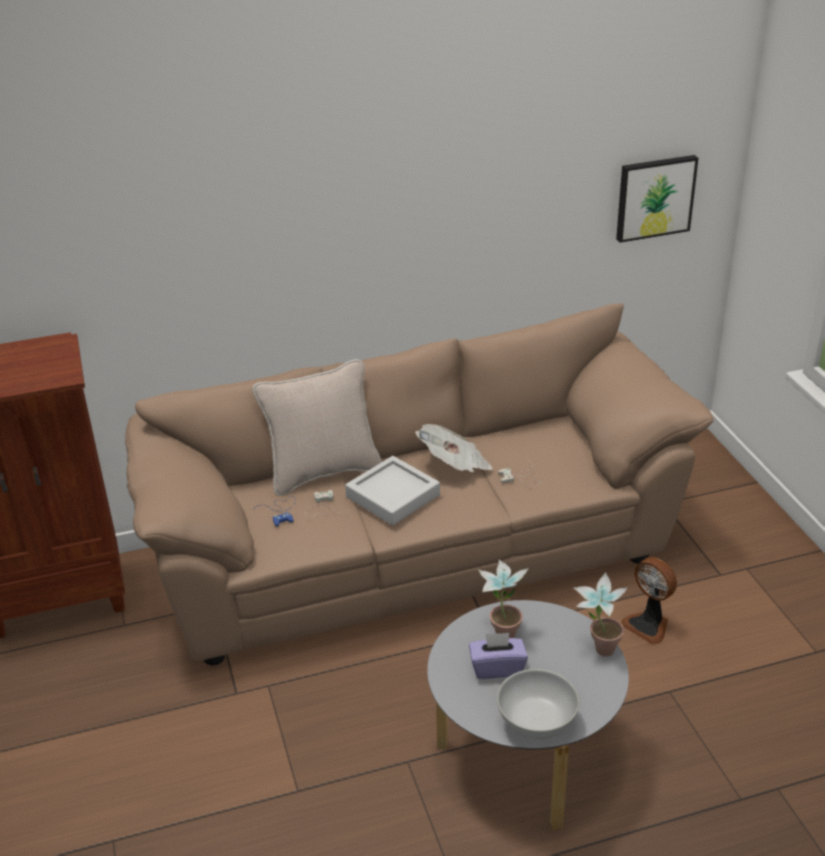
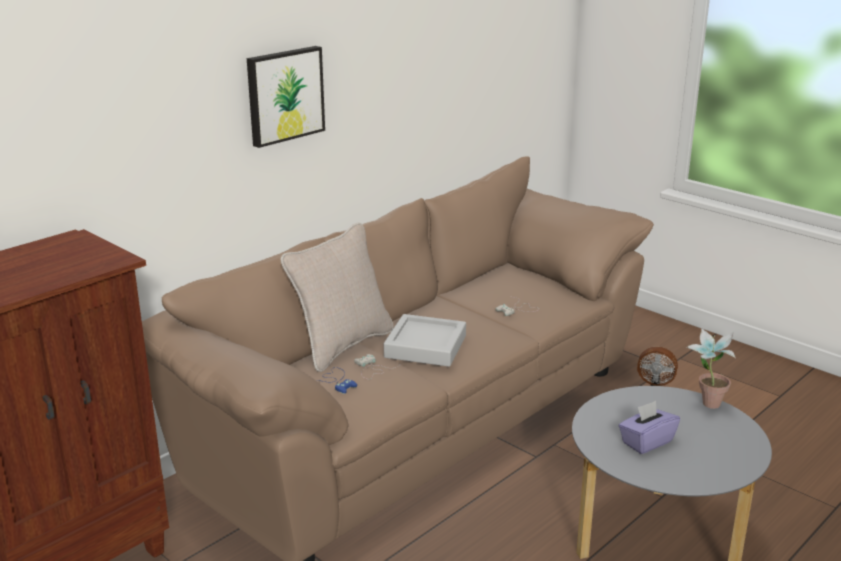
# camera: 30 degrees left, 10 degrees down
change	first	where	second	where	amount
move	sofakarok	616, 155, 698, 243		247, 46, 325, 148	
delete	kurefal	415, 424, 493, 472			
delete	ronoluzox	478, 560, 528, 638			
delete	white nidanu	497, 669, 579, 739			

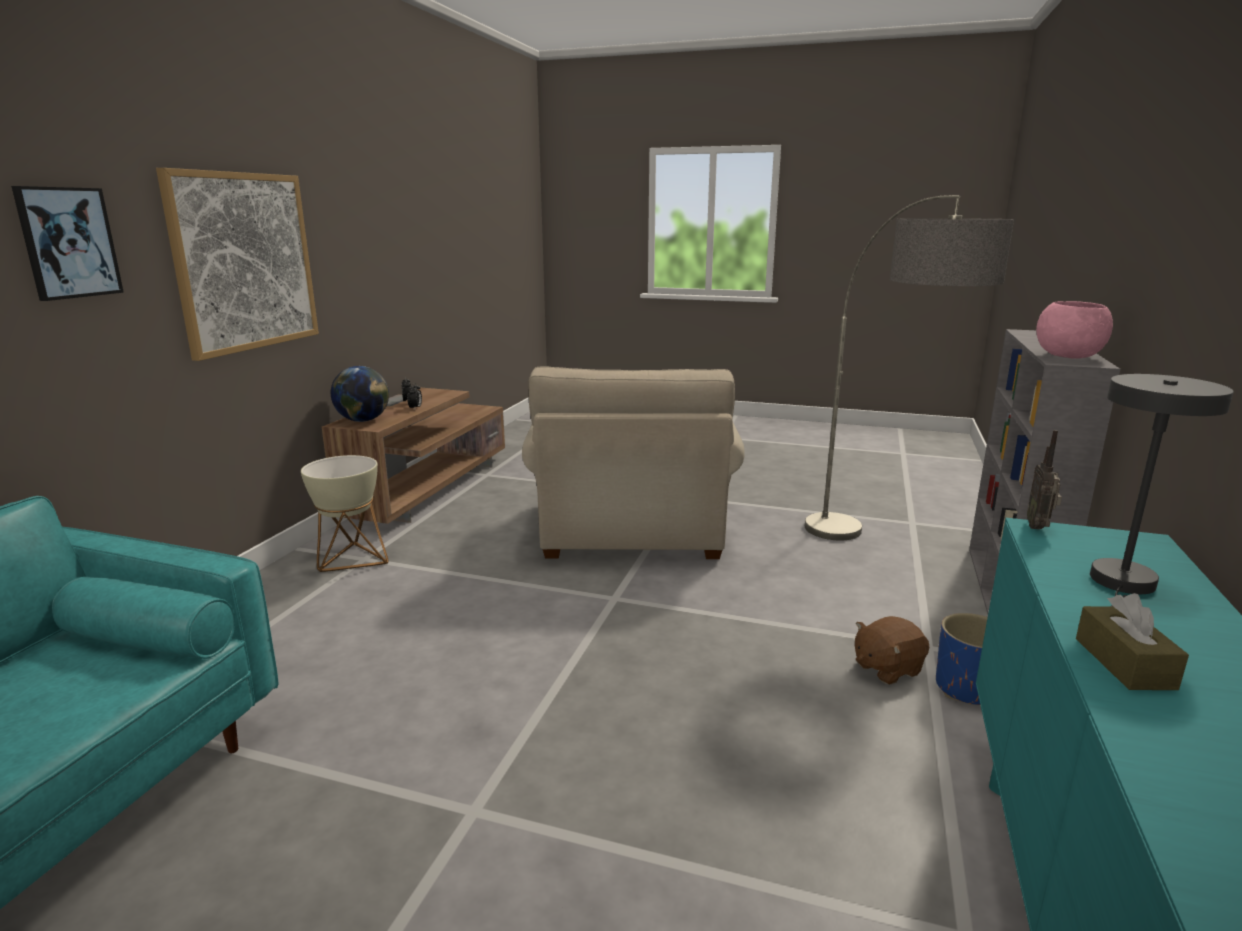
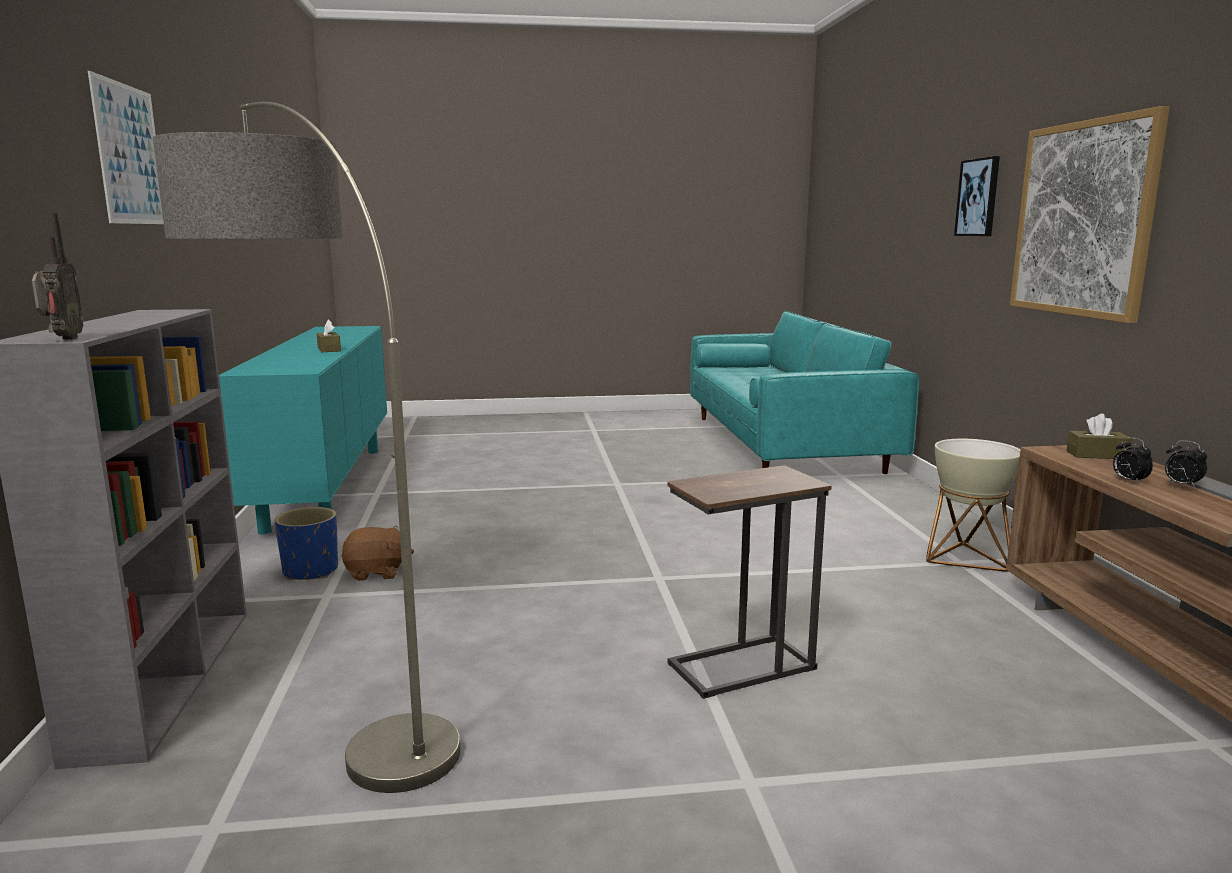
# camera: 155 degrees right, 5 degrees down
change	first	where	second	where	amount
delete	pink nidanu	1036, 301, 1113, 359			
replace	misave	331, 366, 389, 422	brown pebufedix	1066, 414, 1132, 459	
replace	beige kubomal	522, 366, 745, 559	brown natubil	667, 465, 832, 699	
delete	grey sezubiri	1090, 374, 1234, 606			
move	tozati	1027, 430, 1062, 529		32, 213, 83, 339	
rotate	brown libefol	855, 616, 929, 685		342, 526, 414, 581	45 degrees clockwise
insert			sofakarok	88, 71, 164, 224	

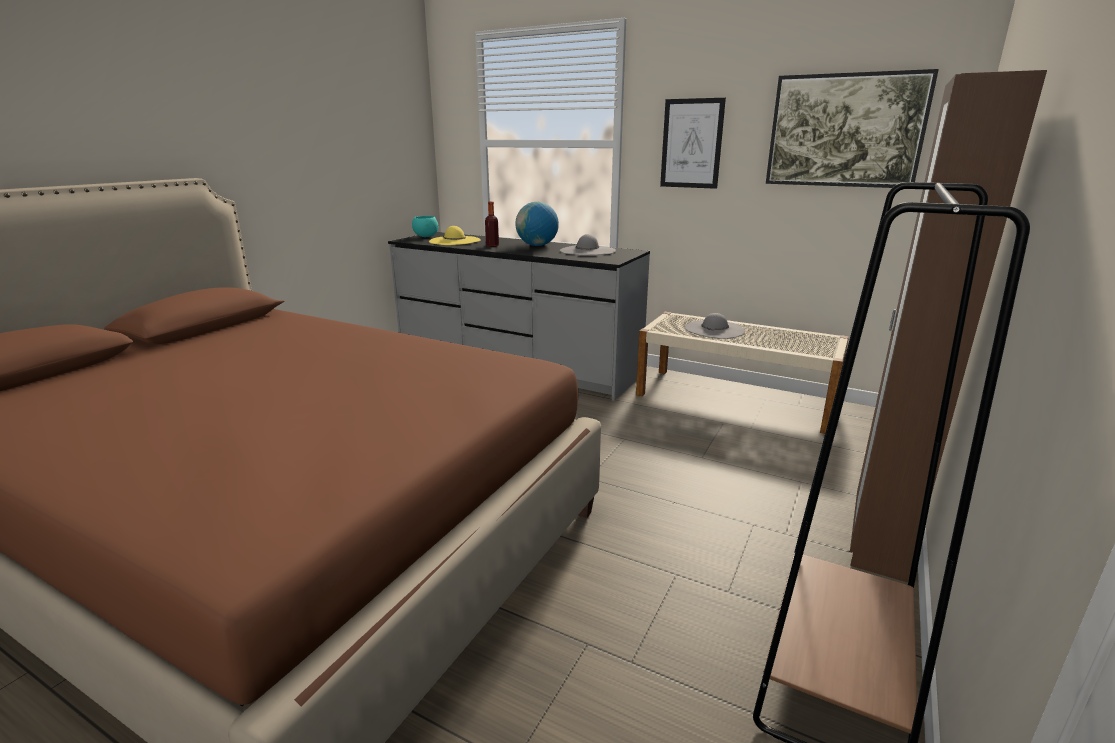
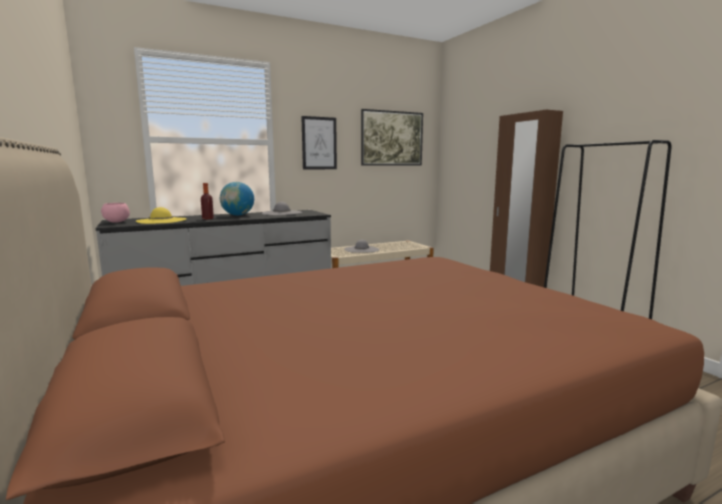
# camera: 55 degrees left, 10 degrees down
change	first	where	second	where	amount
recolor	turquoise nidanu	412, 216, 438, 237	pink nidanu	101, 203, 130, 223	

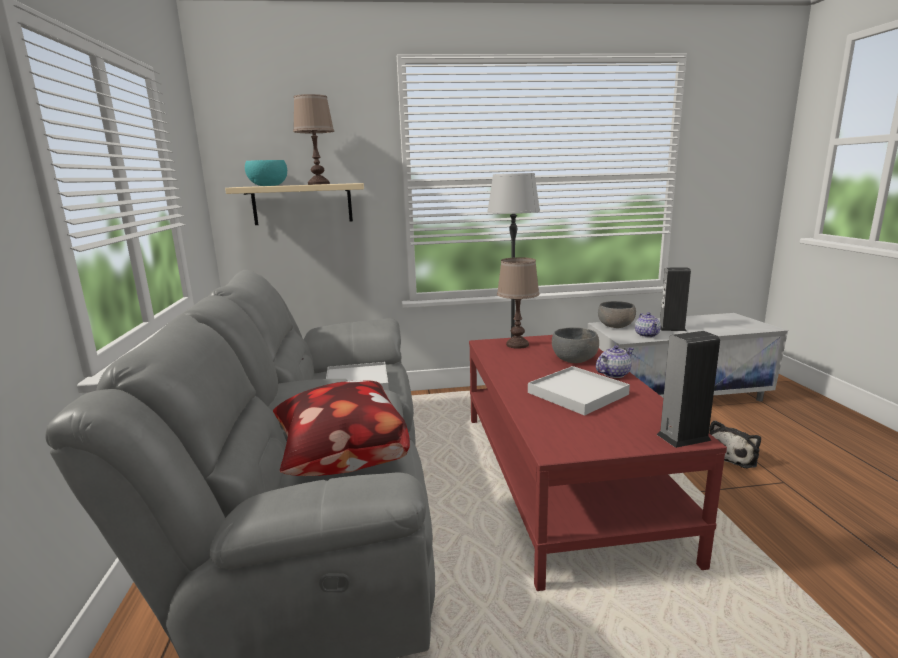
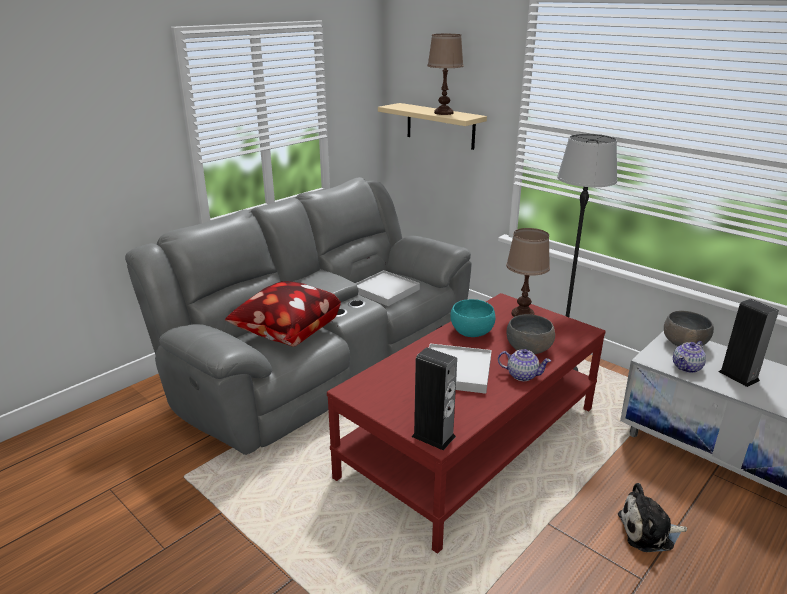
# camera: 50 degrees right, 10 degrees up
change	first	where	second	where	amount
move	turquoise nidanu	245, 160, 287, 186		450, 299, 495, 337	

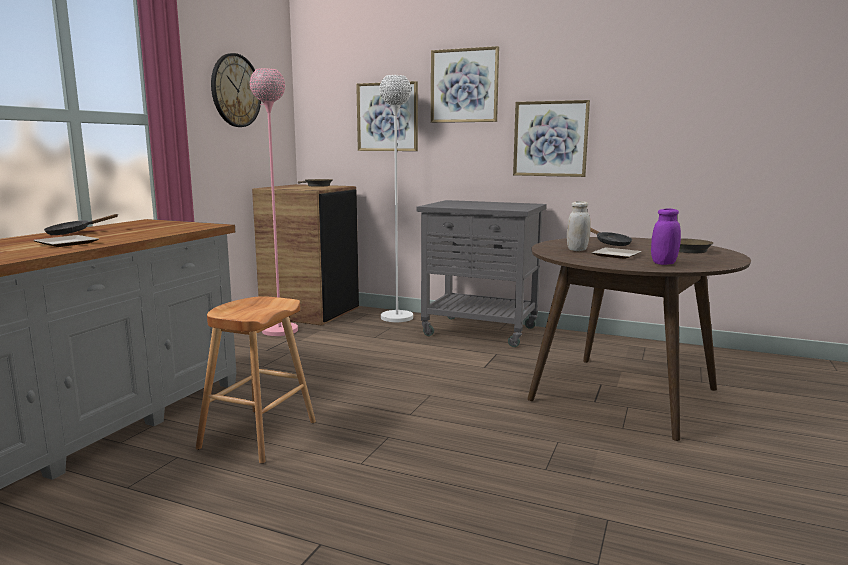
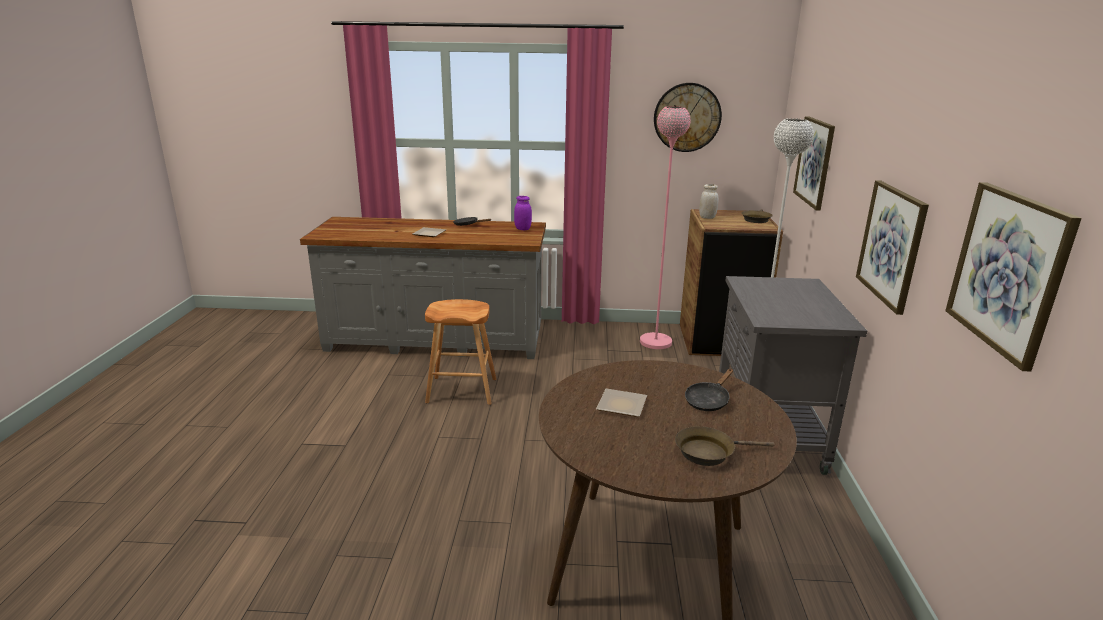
# camera: 70 degrees right, 10 degrees up
change	first	where	second	where	amount
move	sofakarok	431, 46, 499, 123		945, 182, 1082, 371	
move	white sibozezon	567, 201, 591, 251		699, 184, 718, 219	
move	purple sibozezon	651, 209, 681, 265		514, 196, 532, 230	

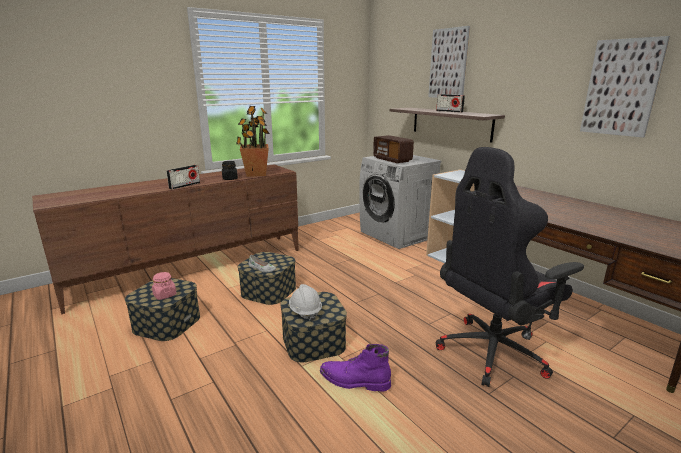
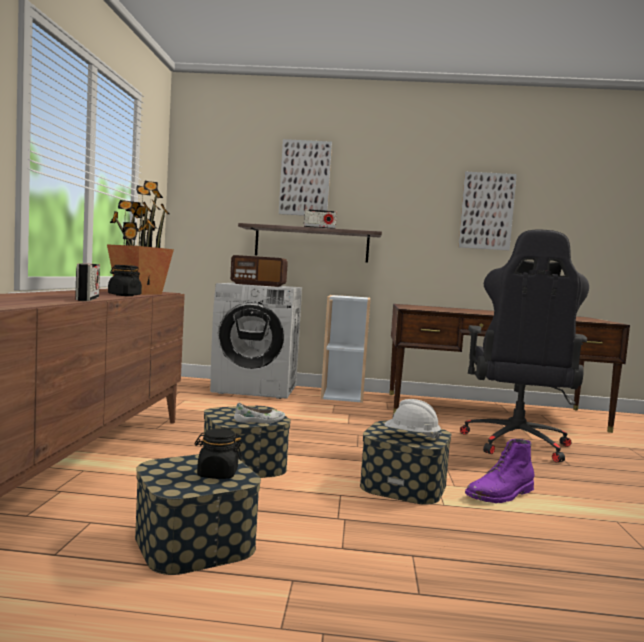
# camera: 50 degrees left, 15 degrees down
change	first	where	second	where	amount
recolor	pink sibozezon	152, 272, 176, 300	black sibozezon	194, 428, 243, 479	

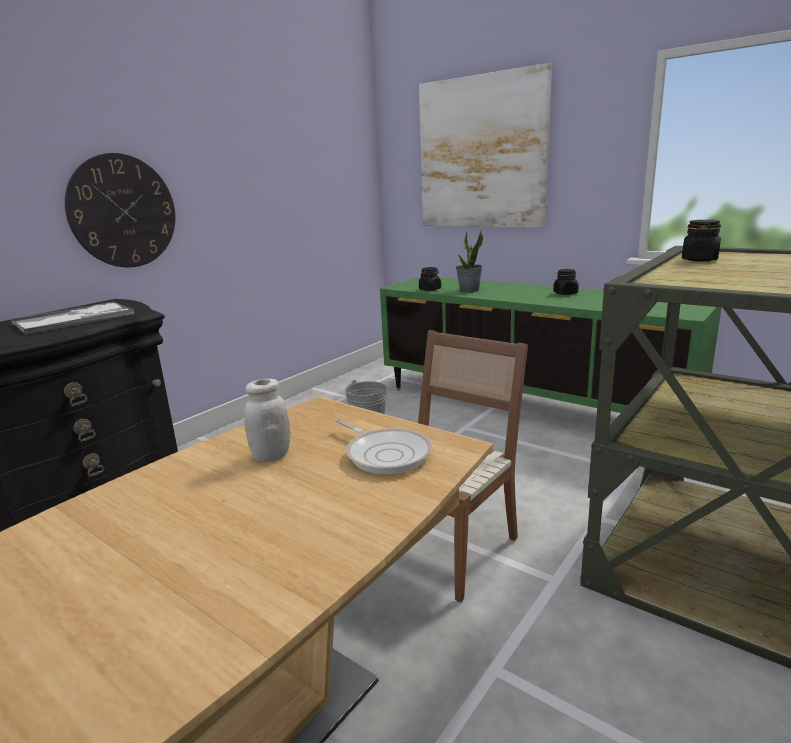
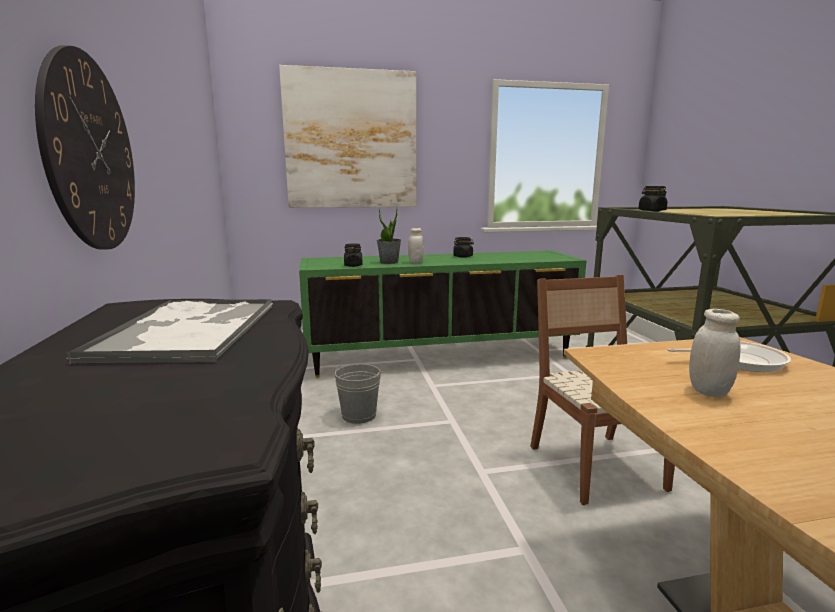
# camera: 50 degrees left, 5 degrees down
change	first	where	second	where	amount
insert			white sibozezon	408, 228, 424, 264	

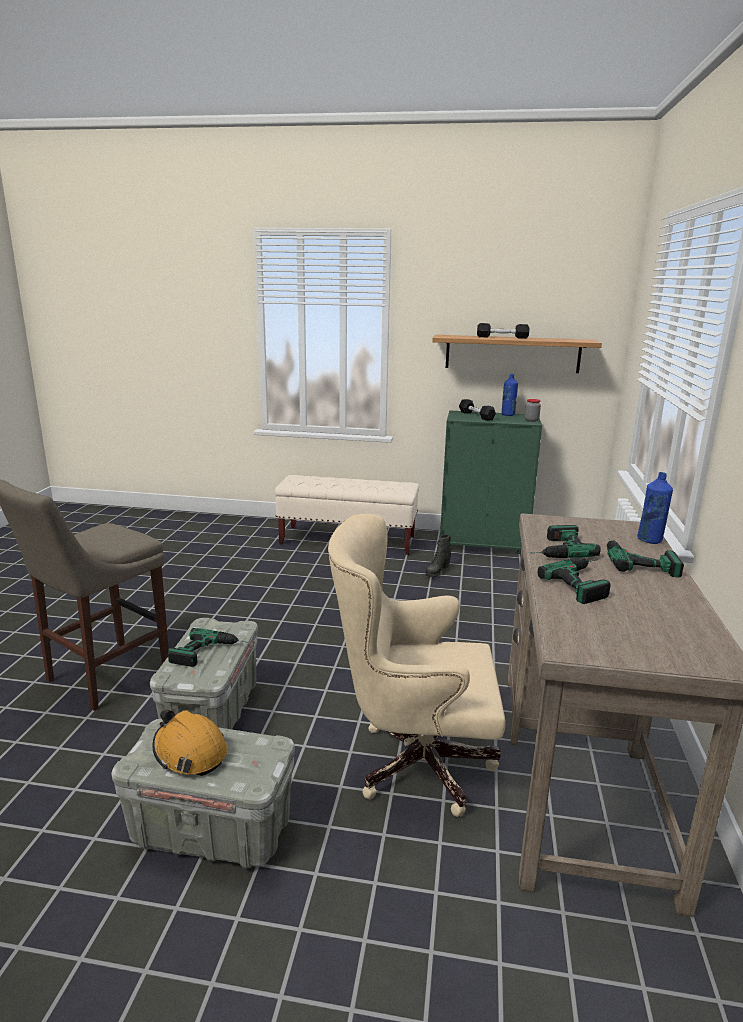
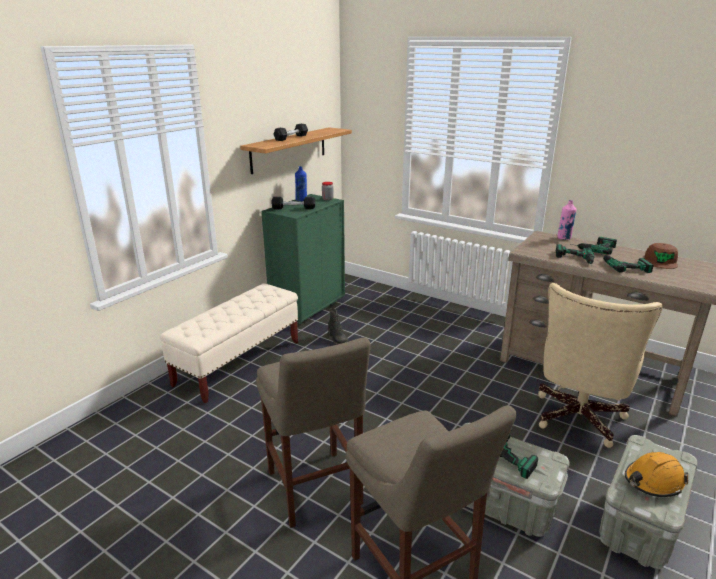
# camera: 65 degrees left, 5 degrees up
change	first	where	second	where	amount
recolor	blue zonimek	637, 472, 673, 544	pink zonimek	557, 200, 576, 240	
insert			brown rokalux	645, 243, 678, 269	
insert			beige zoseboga	256, 337, 371, 528	

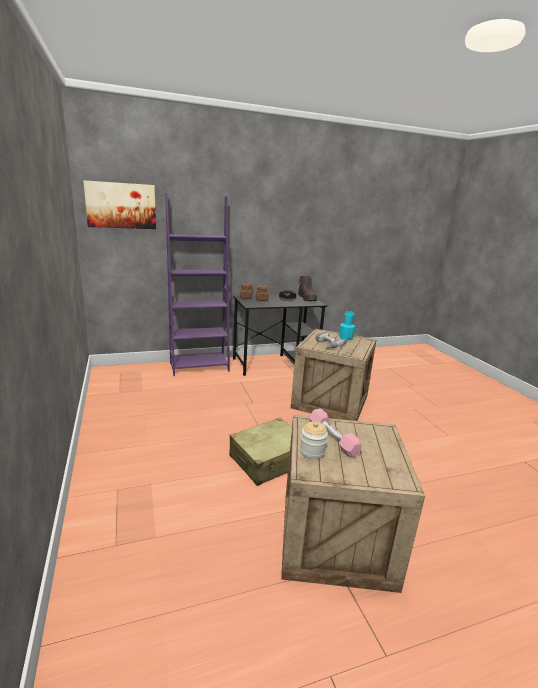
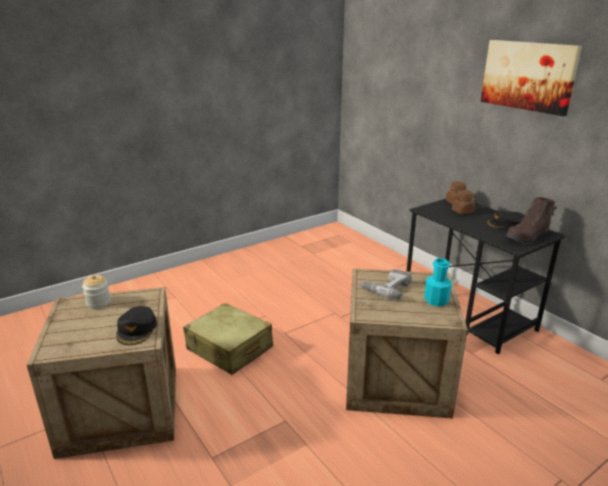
# camera: 75 degrees right, 5 degrees up
change	first	where	second	where	amount
move	sofakarok	83, 180, 156, 229		480, 40, 582, 116	
delete	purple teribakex	165, 192, 230, 376			
delete	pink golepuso	309, 408, 362, 457			
insert			black rokalux	116, 306, 157, 345	

